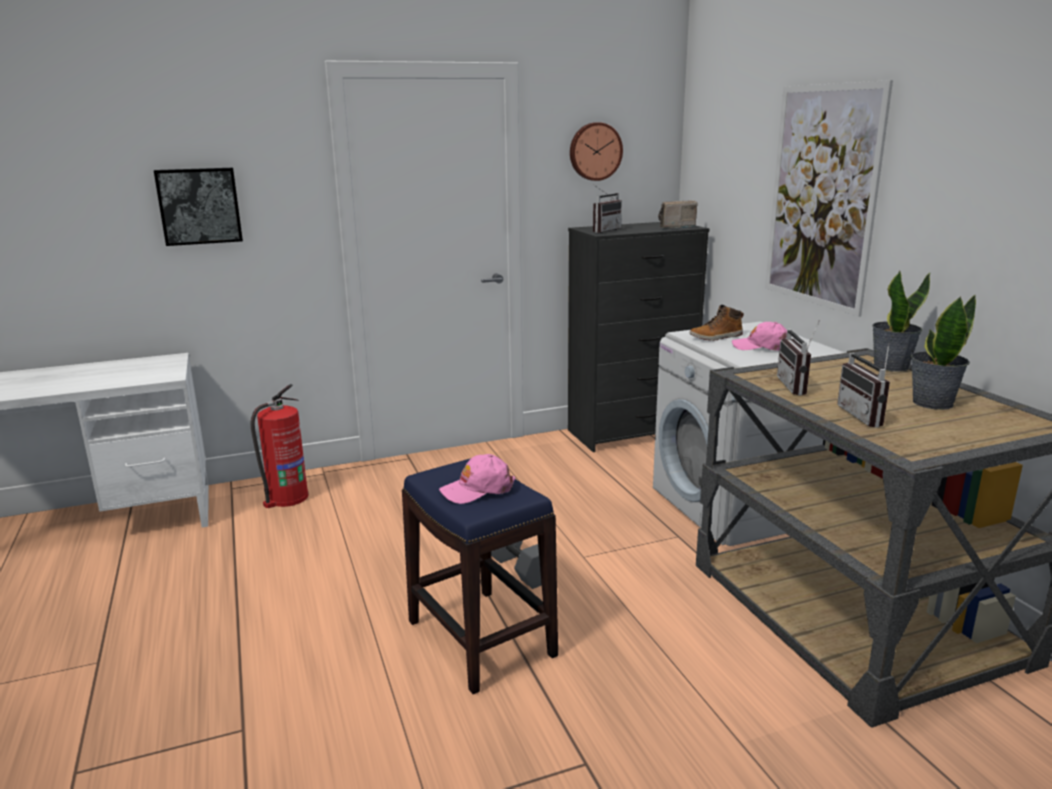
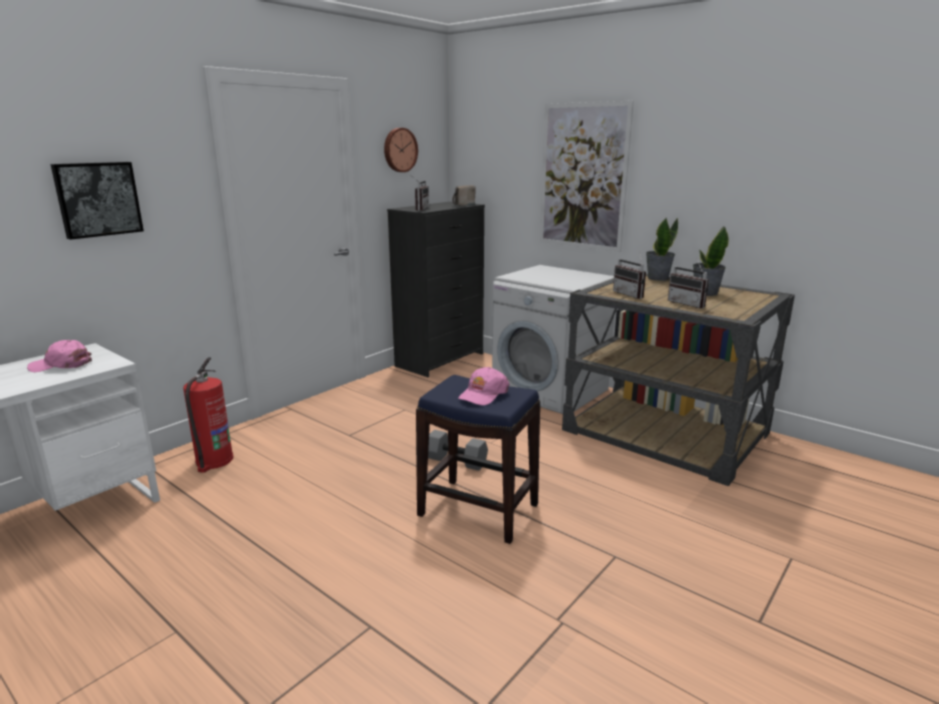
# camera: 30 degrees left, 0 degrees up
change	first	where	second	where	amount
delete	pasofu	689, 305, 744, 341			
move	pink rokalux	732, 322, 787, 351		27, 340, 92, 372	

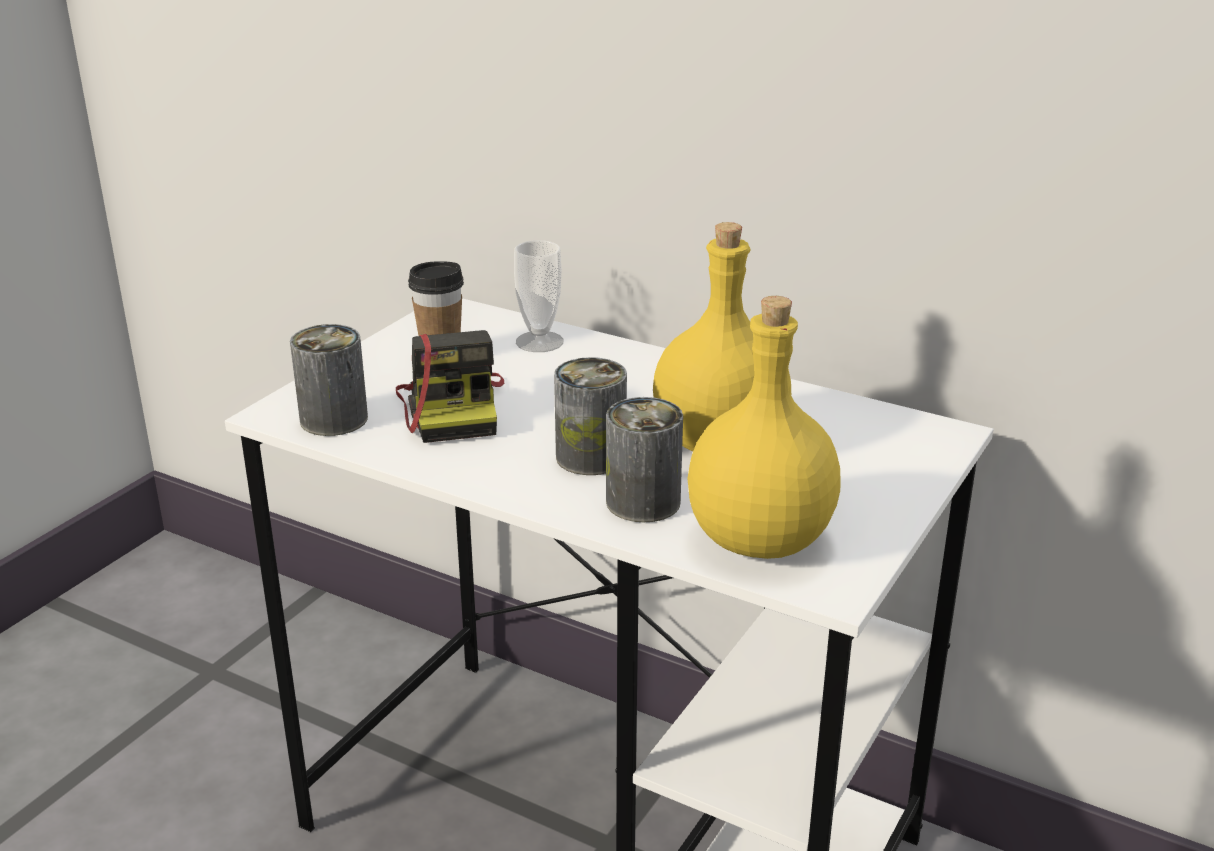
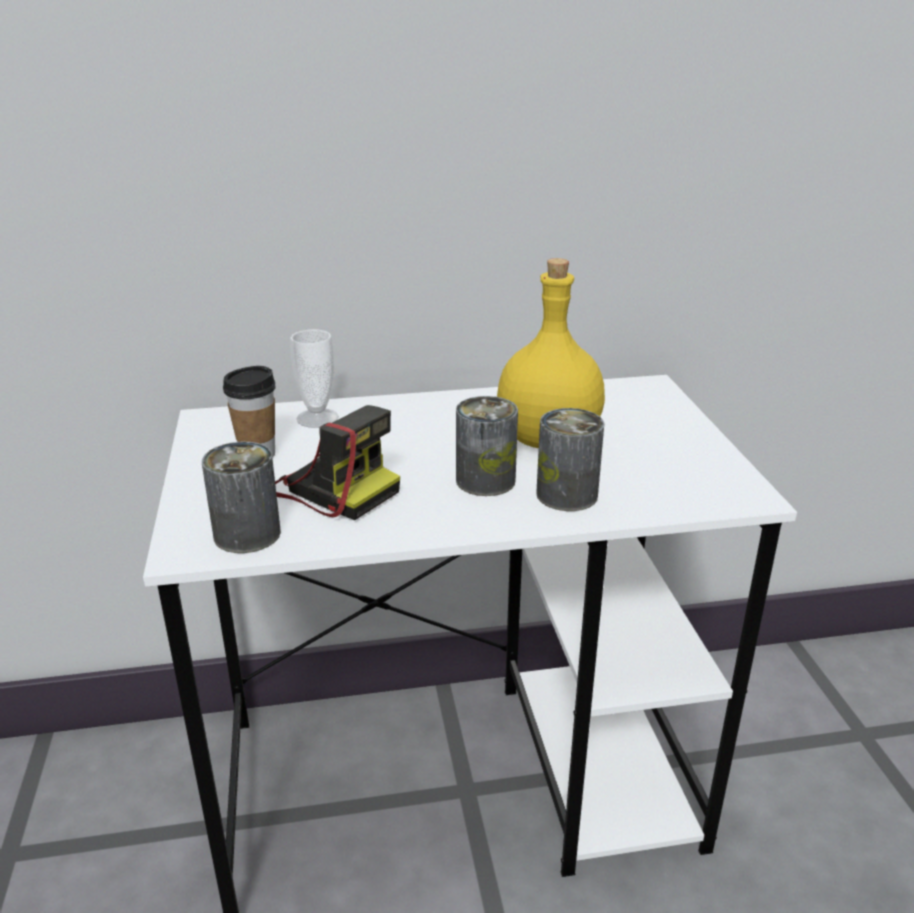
# camera: 40 degrees left, 0 degrees up
change	first	where	second	where	amount
delete	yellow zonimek	687, 296, 841, 559			

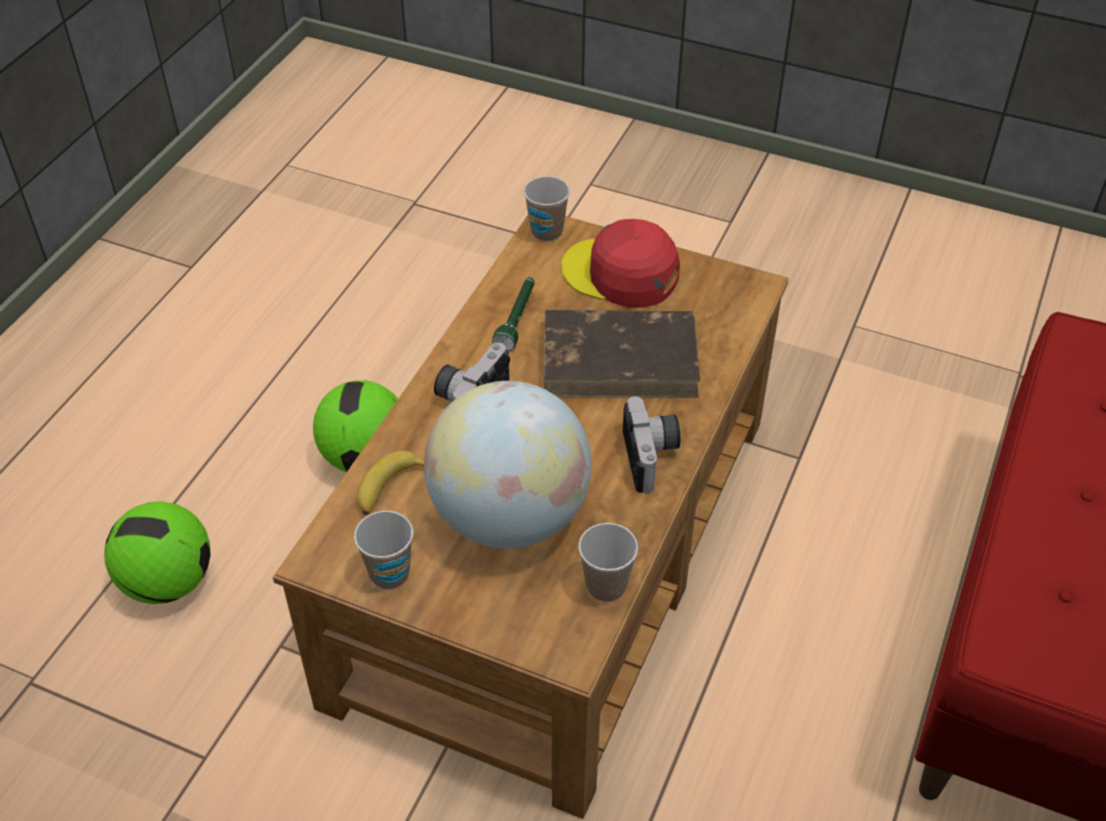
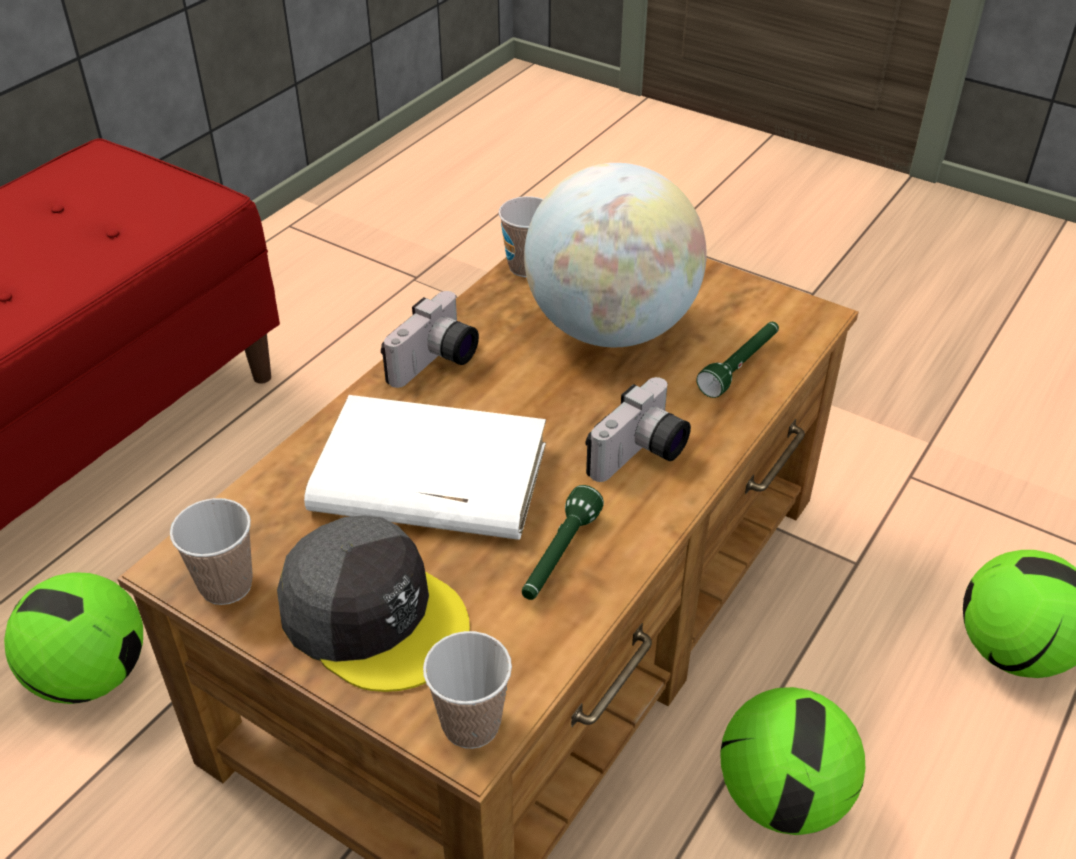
# camera: 170 degrees left, 5 degrees down
change	first	where	second	where	amount
recolor	red rokalux	561, 219, 680, 308	grey rokalux	277, 515, 470, 692	
recolor	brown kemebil	544, 310, 701, 398	white kemebil	304, 395, 546, 540	
rotate	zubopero	623, 396, 681, 493		381, 291, 479, 388	150 degrees counterclockwise
replace	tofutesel	356, 451, 424, 515	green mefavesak	696, 322, 779, 398	
move	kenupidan	354, 511, 413, 589		170, 498, 253, 605	
insert			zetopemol	4, 572, 143, 704	

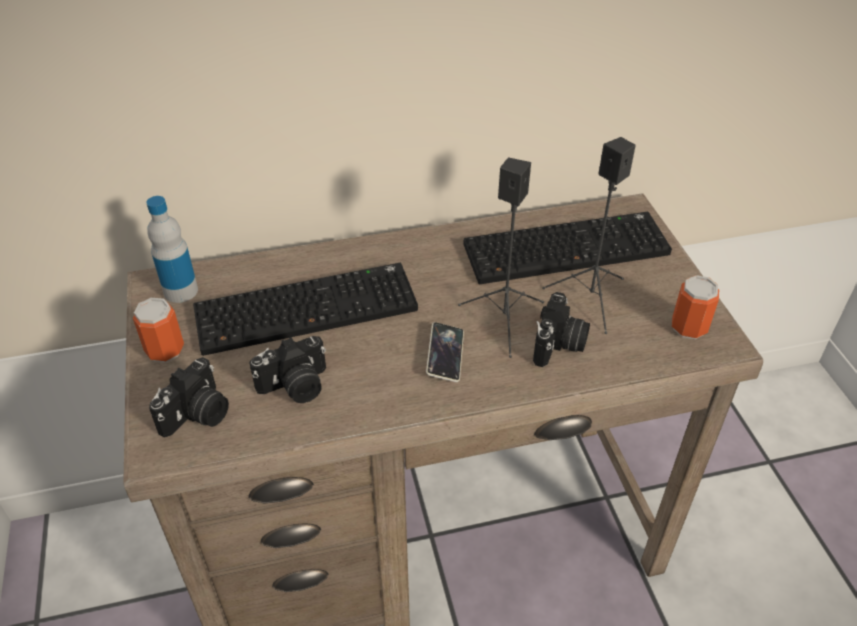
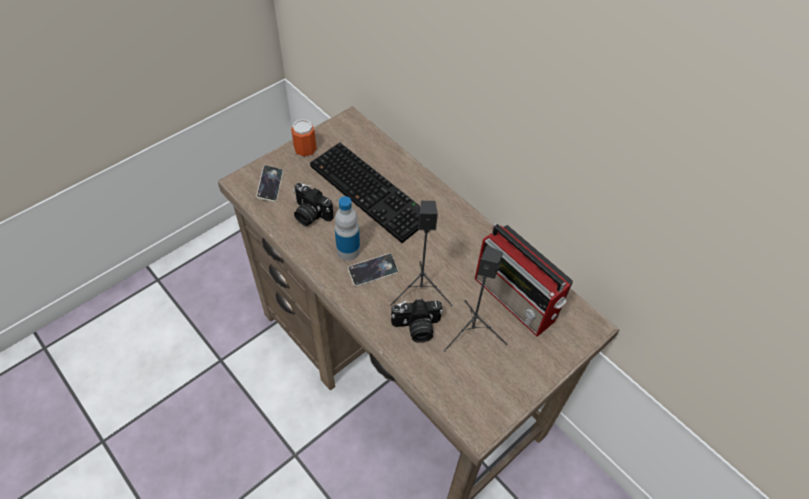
# camera: 60 degrees right, 10 degrees up
change	first	where	second	where	amount
move	zonimek	146, 196, 198, 303		335, 196, 360, 261	
replace	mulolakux	463, 212, 672, 284	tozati	475, 224, 573, 337	
delete	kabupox	672, 275, 719, 339			
replace	zubopero	149, 357, 229, 438	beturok	256, 165, 283, 202	

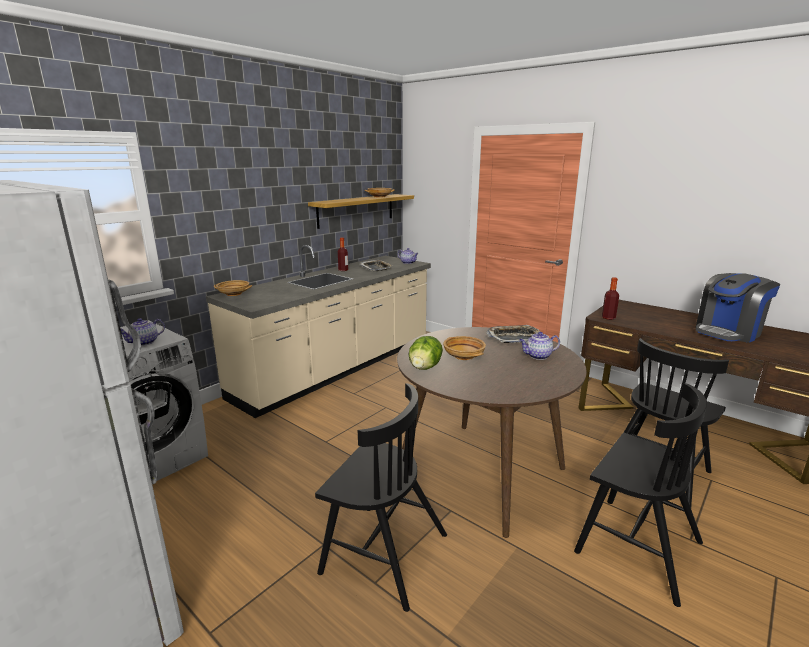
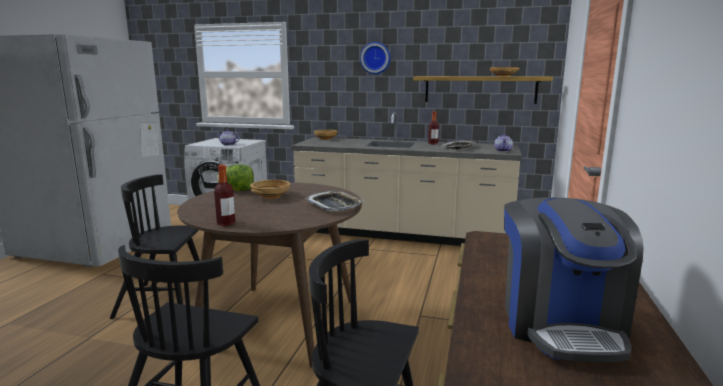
# camera: 65 degrees right, 5 degrees down
change	first	where	second	where	amount
rotate	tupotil	696, 273, 780, 343		504, 198, 644, 362	120 degrees counterclockwise
move	zonimek	602, 277, 619, 320		214, 165, 235, 226	
delete	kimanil	520, 332, 560, 360			
rotate	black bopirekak	315, 383, 447, 612		110, 174, 200, 319	90 degrees clockwise
insert			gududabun	360, 42, 390, 74	

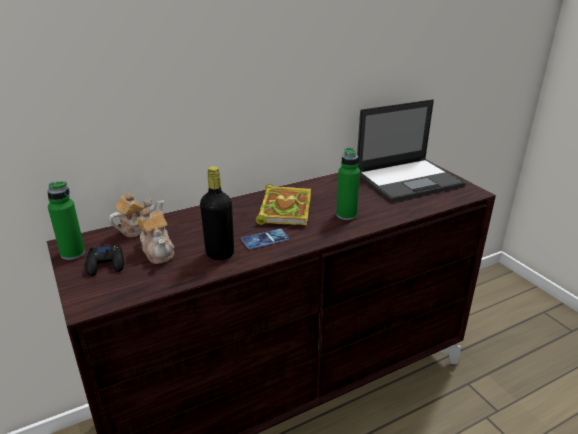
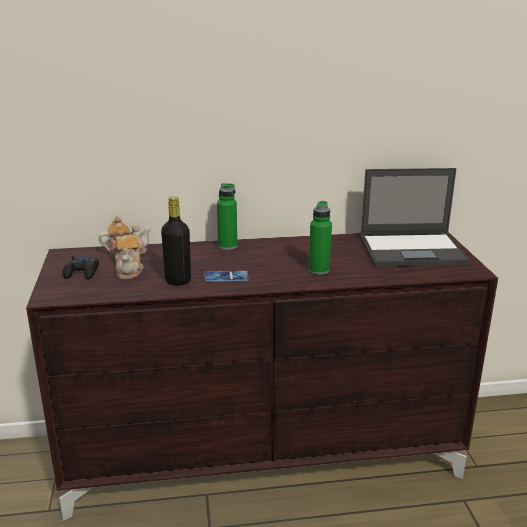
# camera: 20 degrees right, 5 degrees down
change	first	where	second	where	amount
move	green zonimek	47, 181, 85, 260		217, 183, 237, 250	
delete	kemebil	256, 184, 311, 225			

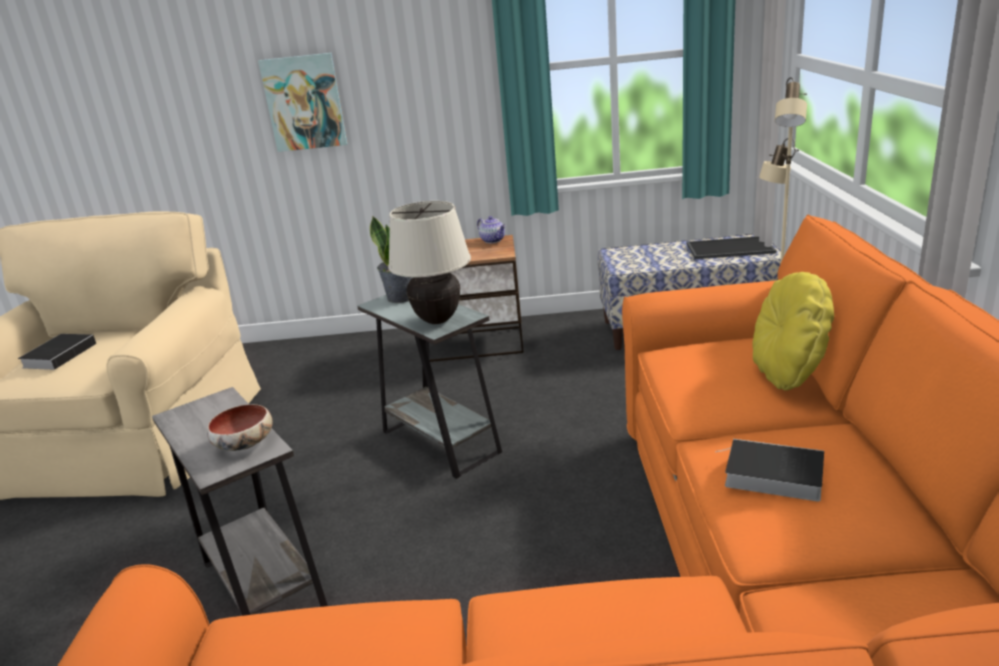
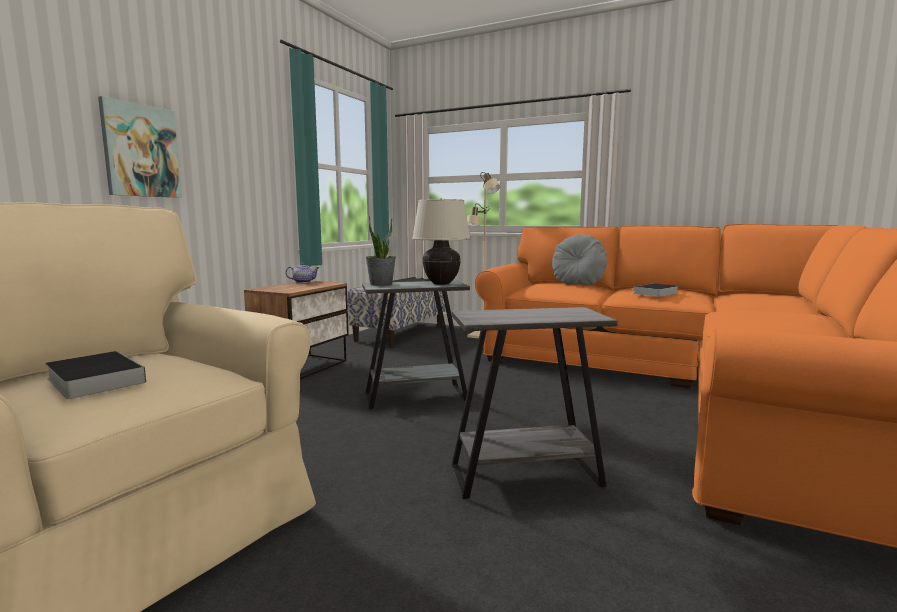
# camera: 65 degrees left, 15 degrees down
change	first	where	second	where	amount
recolor	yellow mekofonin	752, 272, 834, 391	grey mekofonin	552, 234, 607, 285	
delete	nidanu	207, 404, 273, 451			

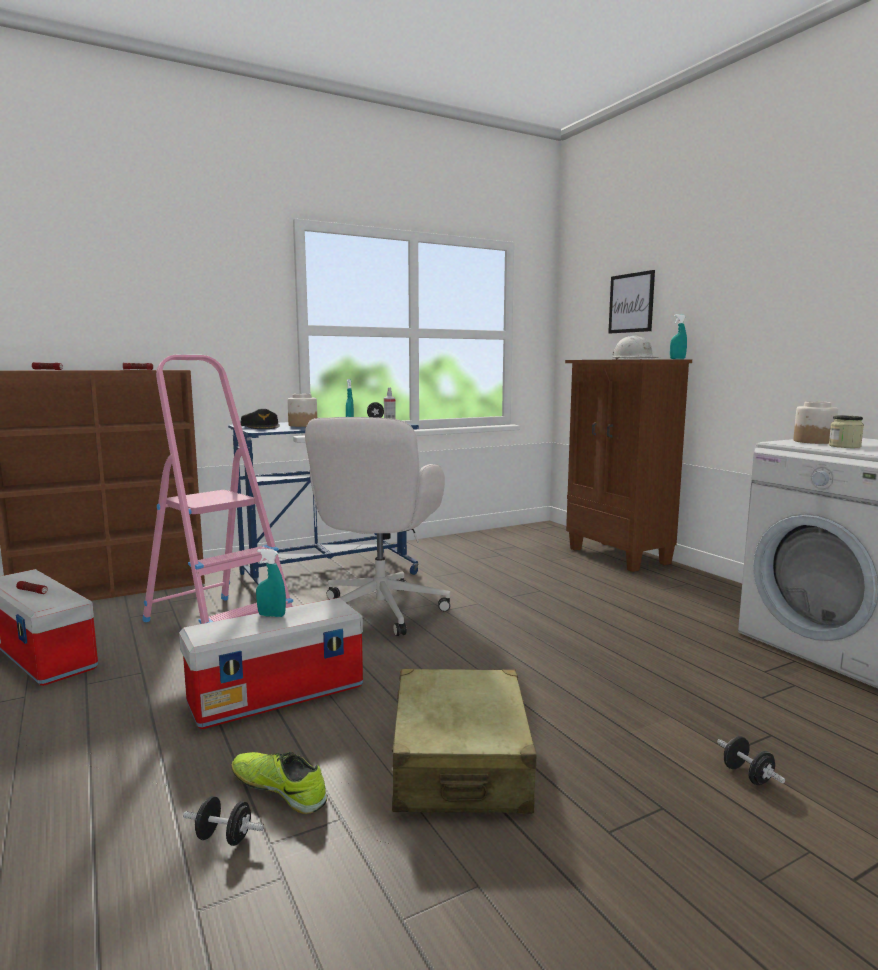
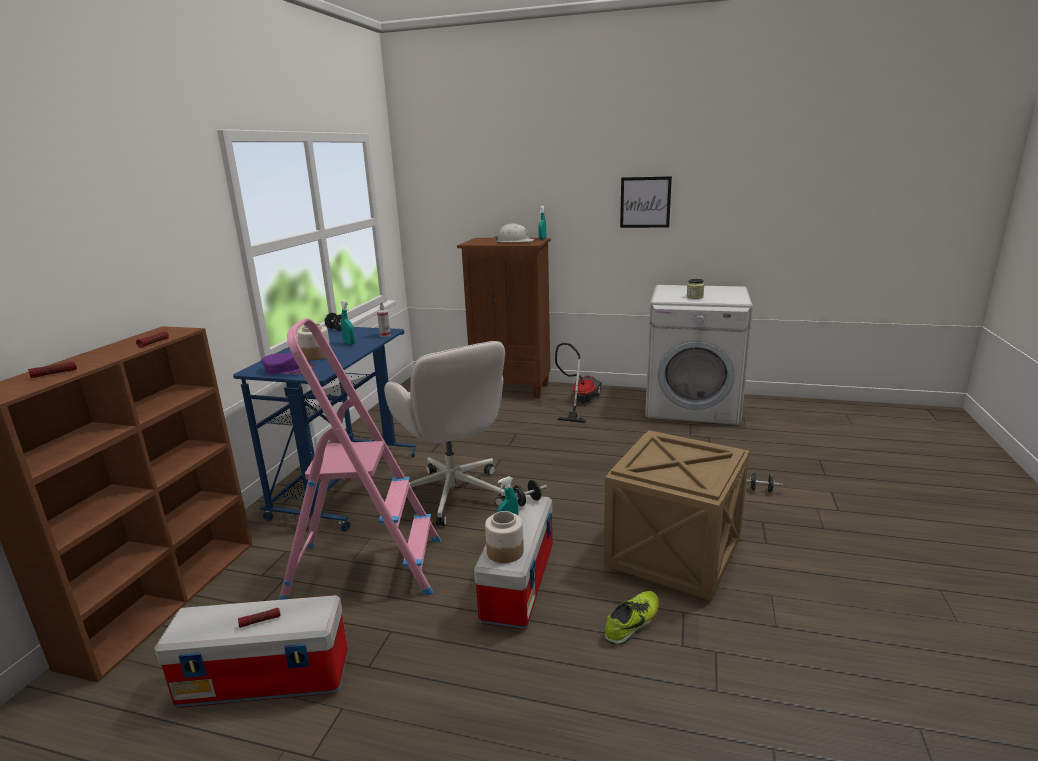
# camera: 45 degrees left, 10 degrees up
change	first	where	second	where	amount
move	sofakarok	608, 270, 655, 333		620, 176, 672, 228	
move	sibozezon	793, 401, 838, 444		485, 511, 524, 563	
recolor	black rokalux	241, 409, 280, 429	purple rokalux	261, 353, 315, 375	
replace	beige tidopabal	392, 669, 537, 814	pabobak	604, 430, 749, 601	
rotate	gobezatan	231, 752, 327, 814		605, 591, 659, 645	150 degrees clockwise
move	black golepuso	183, 796, 264, 846		513, 480, 547, 506	
insert			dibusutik	555, 343, 602, 423	

